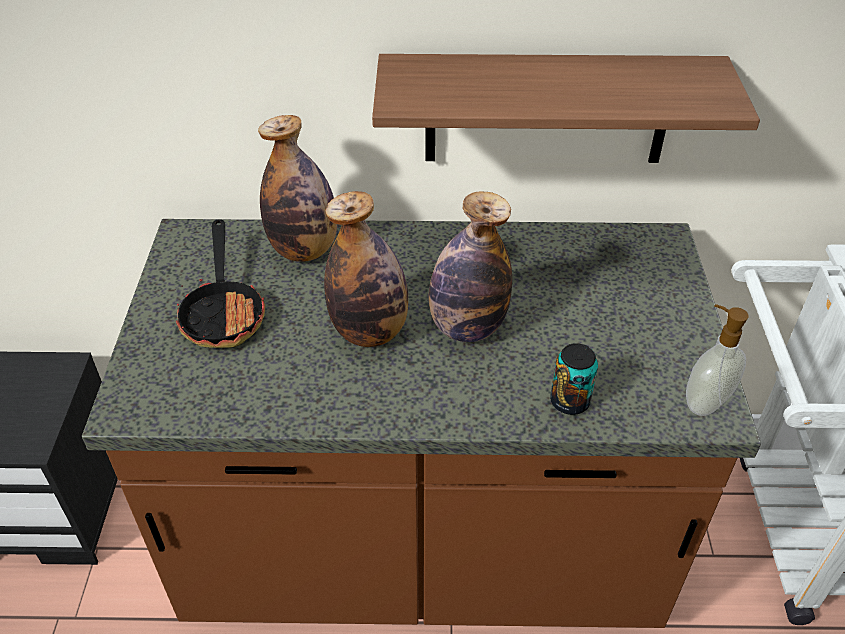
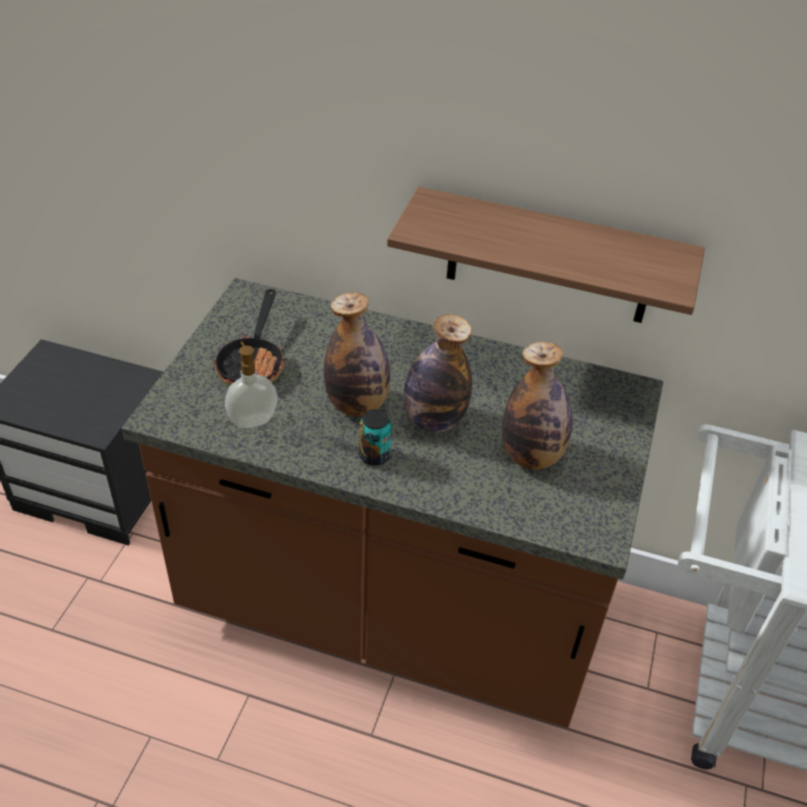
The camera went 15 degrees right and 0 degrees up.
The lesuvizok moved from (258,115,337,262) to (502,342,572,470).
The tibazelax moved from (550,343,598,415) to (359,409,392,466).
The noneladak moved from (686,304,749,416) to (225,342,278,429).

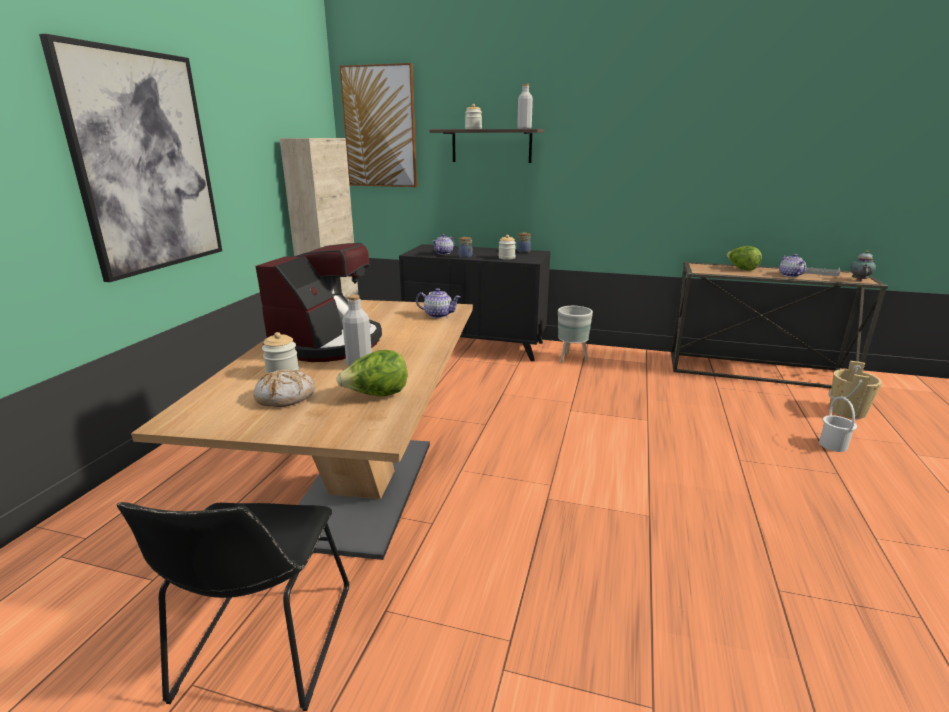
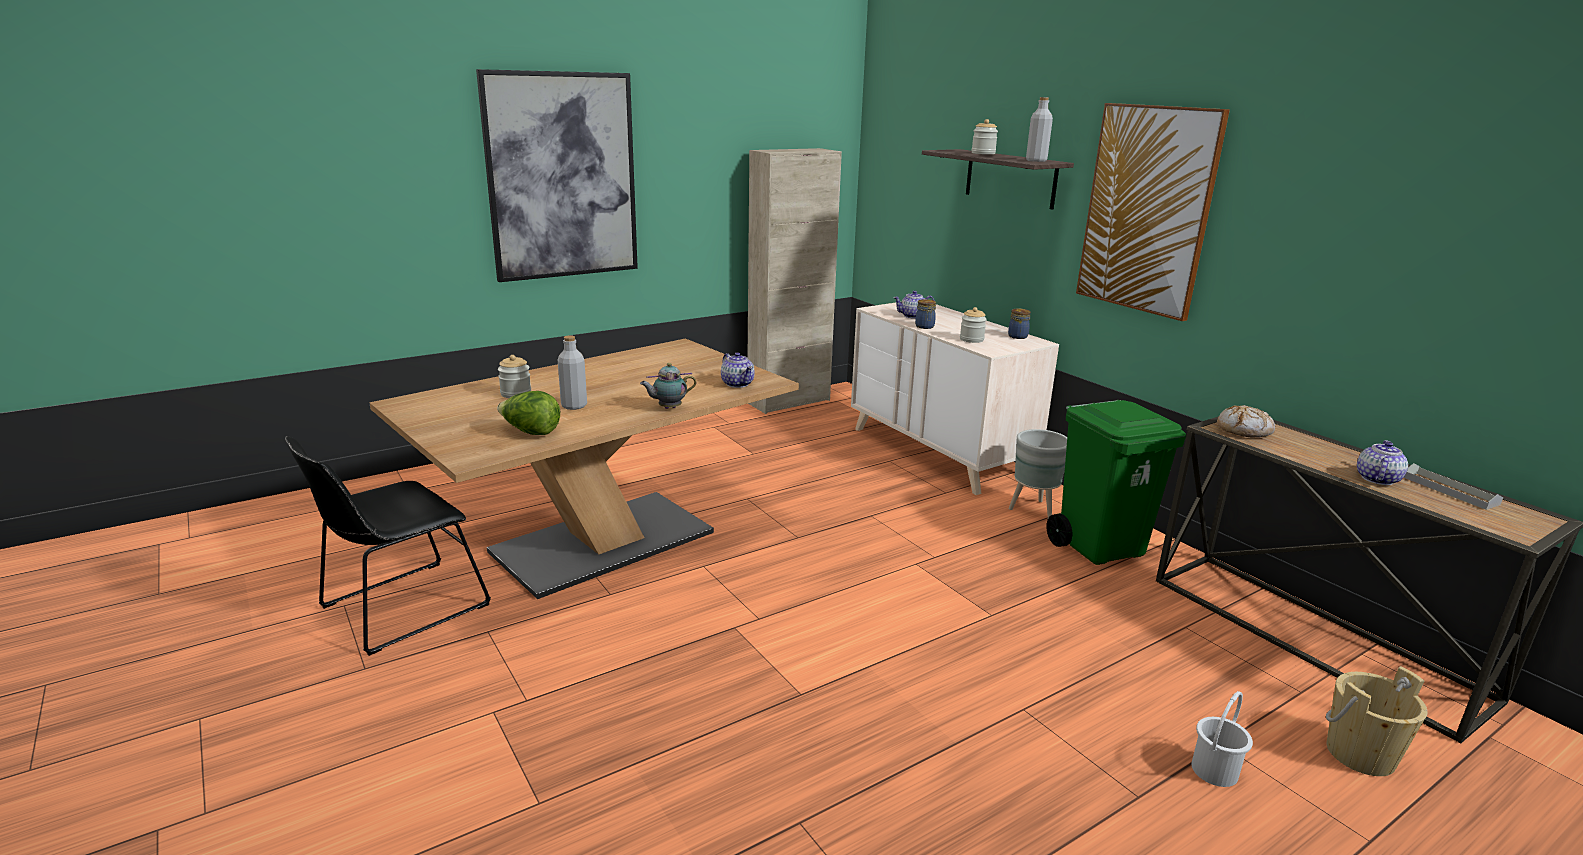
The camera went 40 degrees right and 0 degrees up.
The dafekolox at (256,243,382,362) disappeared.
The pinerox at (727,246,762,270) disappeared.
The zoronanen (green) at (1046,400,1186,565) appeared.
The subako moved from (253,369,315,407) to (1217,405,1275,438).
The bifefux moved from (339,63,417,187) to (1076,103,1230,321).
The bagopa moved from (850,251,876,281) to (640,363,696,409).
The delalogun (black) at (399,244,550,361) became the delalogun (beige) at (851,303,1059,495).

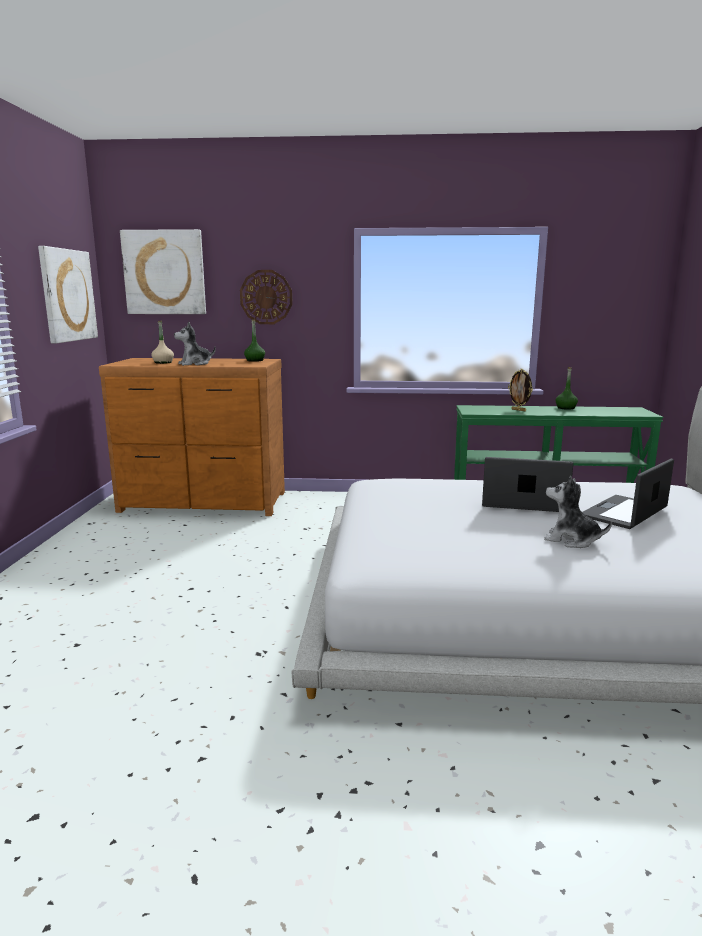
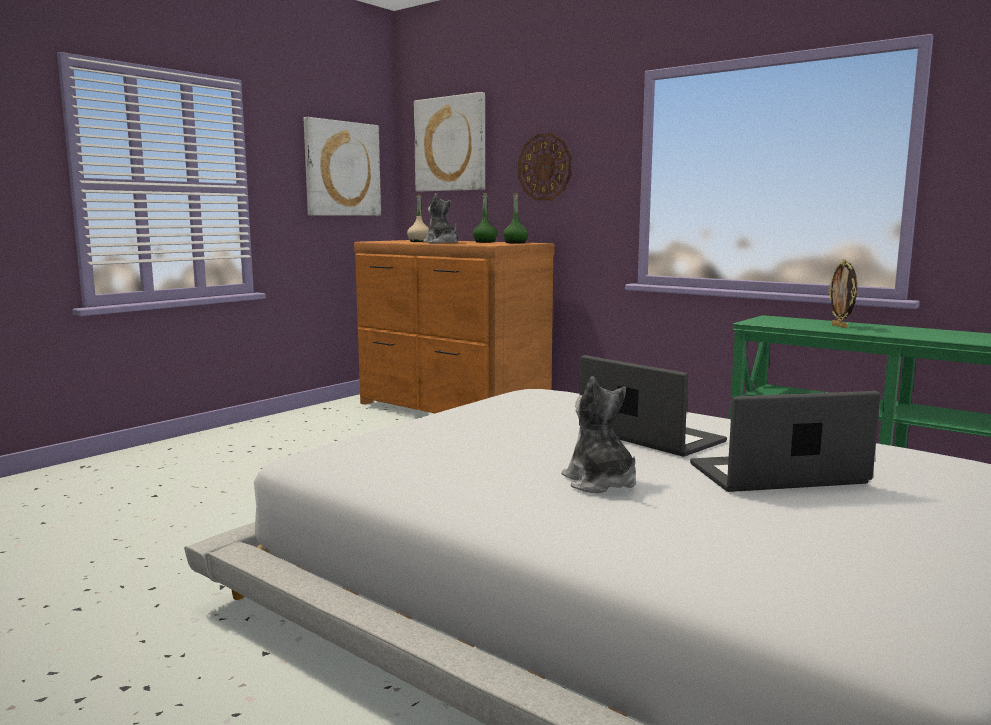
The camera went 35 degrees right and 5 degrees down.
The lesuvizok (green) moved from (555,367,578,410) to (473,194,497,243).
The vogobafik at (174,321,216,366) turned 45 degrees clockwise.

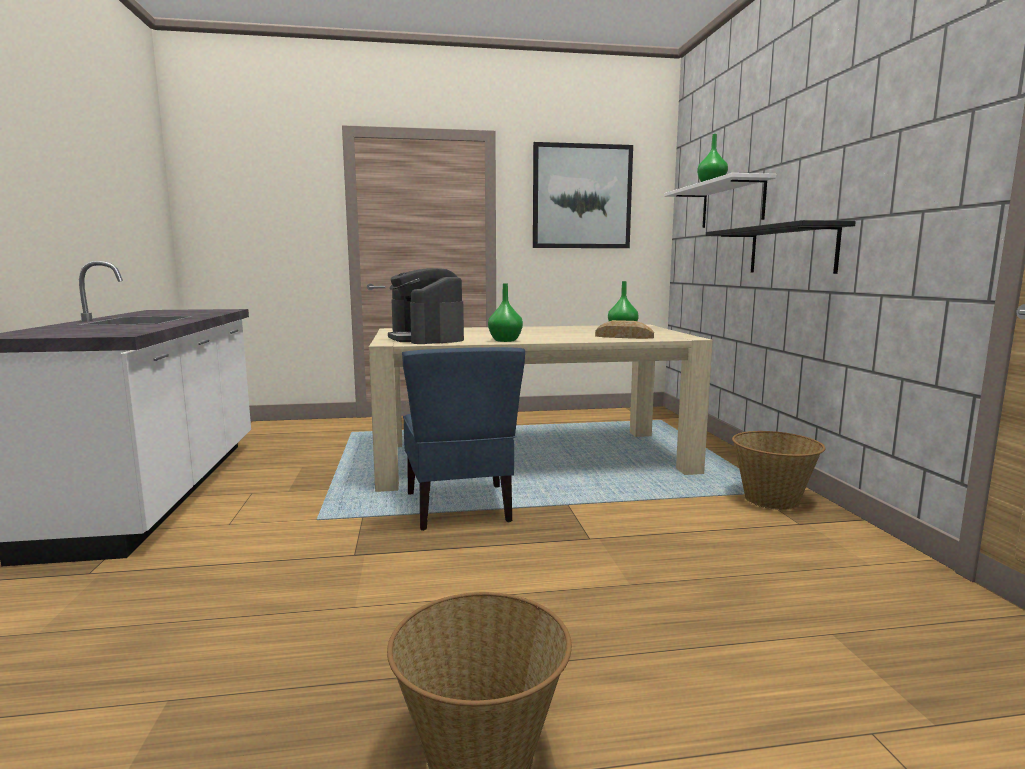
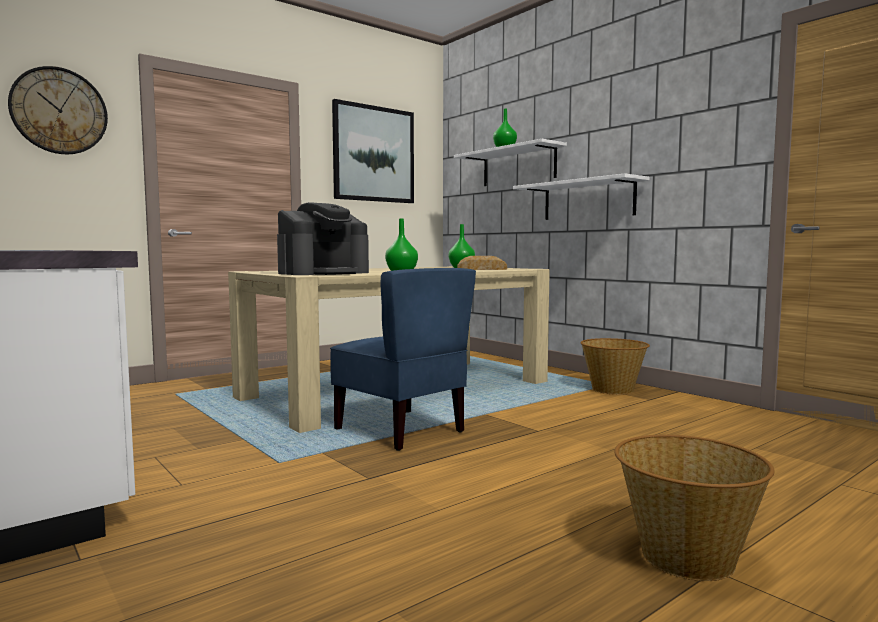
The camera went 30 degrees left and 5 degrees down.
The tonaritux at (8,66,108,154) appeared.
The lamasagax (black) at (706,220,856,274) became the lamasagax (white) at (513,173,649,220).
The dafekolox at (388,268,464,344) turned 75 degrees counterclockwise.

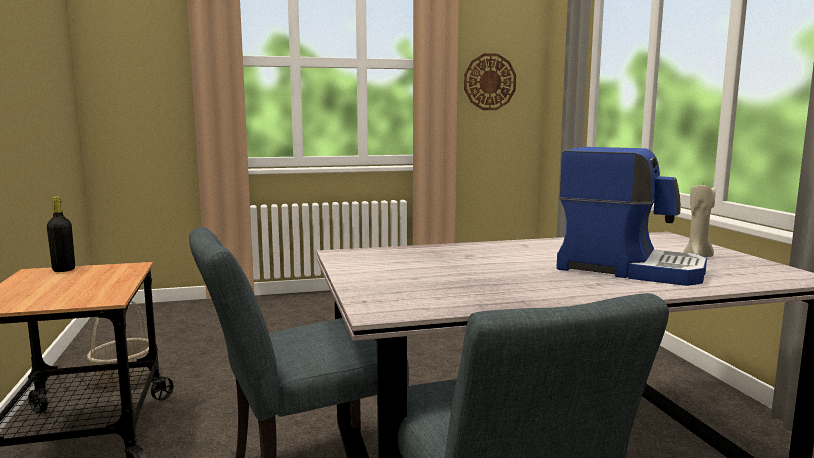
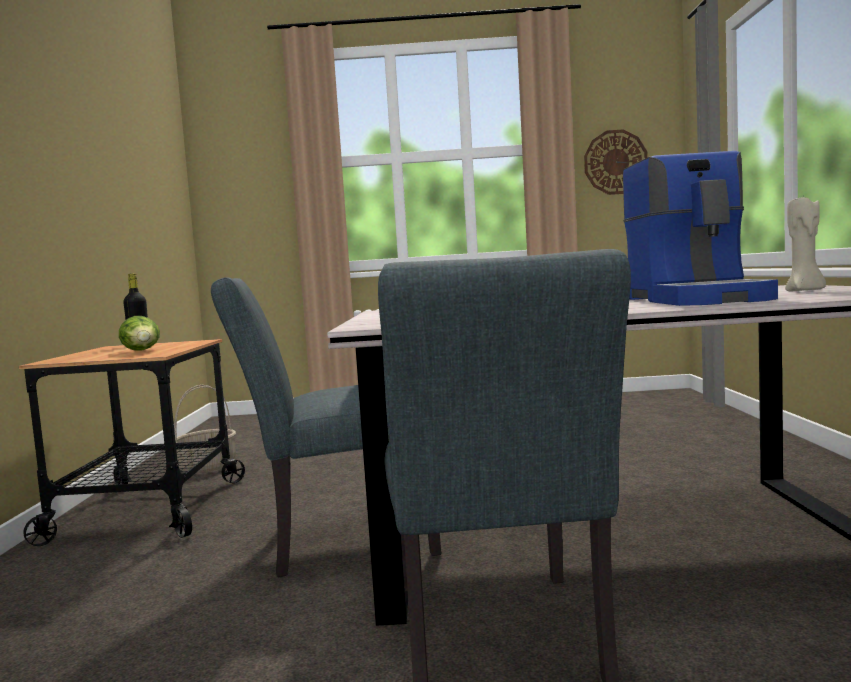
The camera went 15 degrees right and 5 degrees down.
The pinerox at (119,316,160,351) appeared.
The dafekolox at (557,147,707,286) turned 45 degrees clockwise.

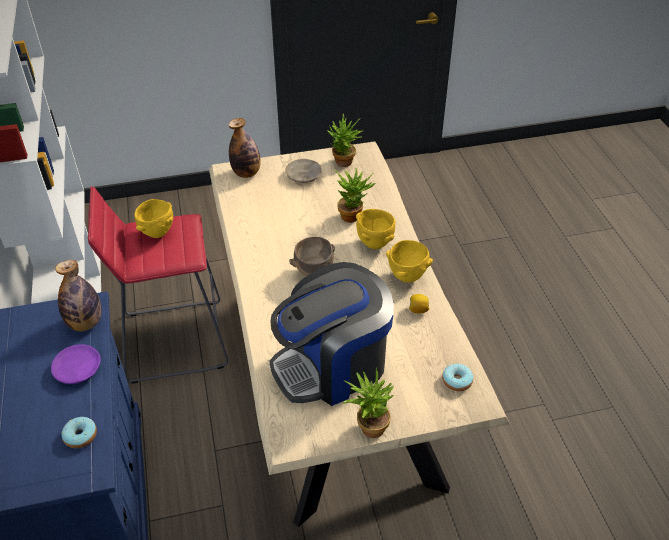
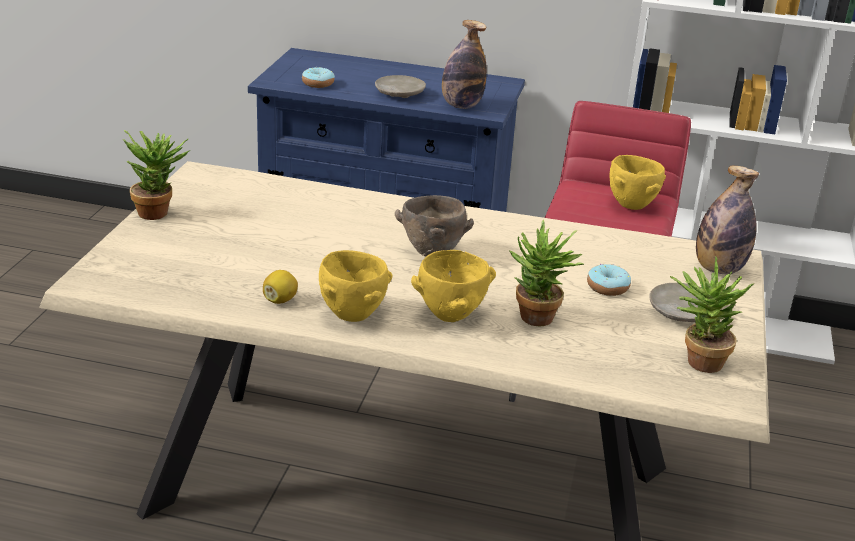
The camera went 115 degrees right and 15 degrees down.
The dafekolox at (270,262,394,406) disappeared.
The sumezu moved from (442,364,473,391) to (587,264,631,296).
The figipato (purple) at (51,344,100,384) became the figipato (beige) at (375,75,426,98).

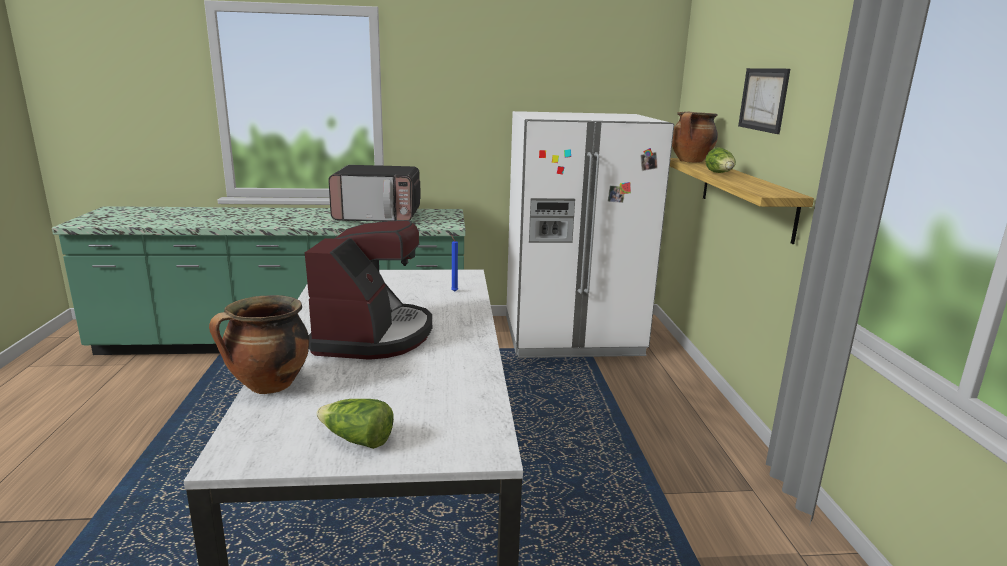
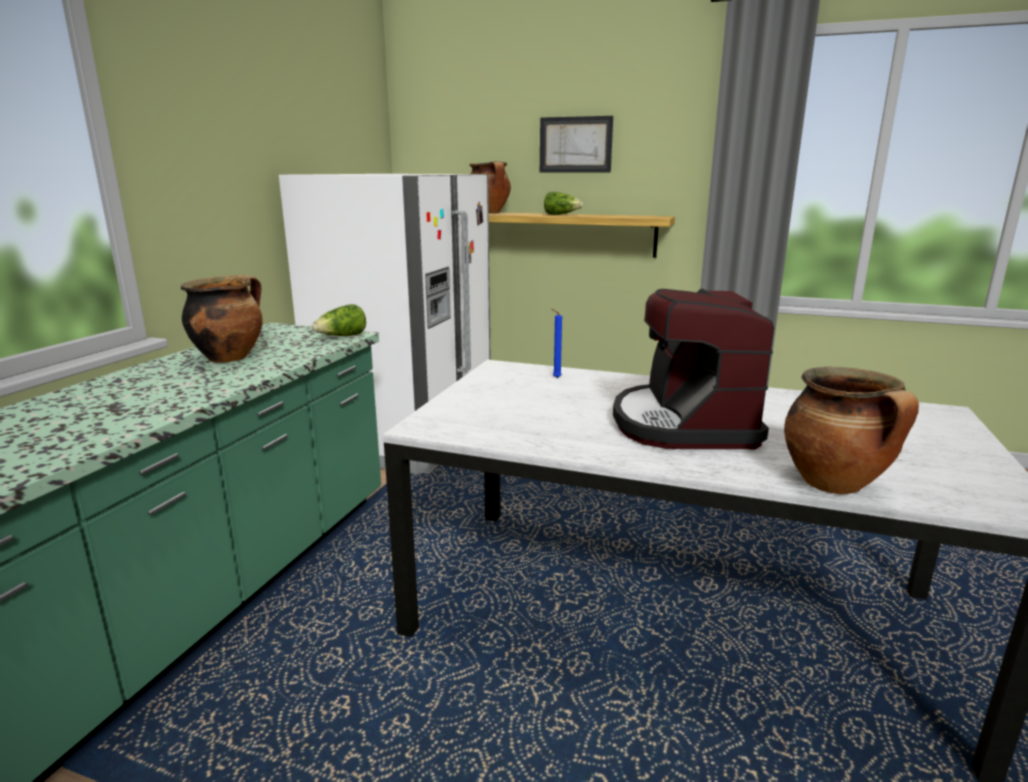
The camera went 65 degrees left and 0 degrees up.
The pinerox moved from (317,399,394,449) to (312,304,366,336).
The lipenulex at (328,165,421,222) was replaced by the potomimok at (181,275,263,363).
The dafekolox at (305,220,432,360) turned 120 degrees counterclockwise.

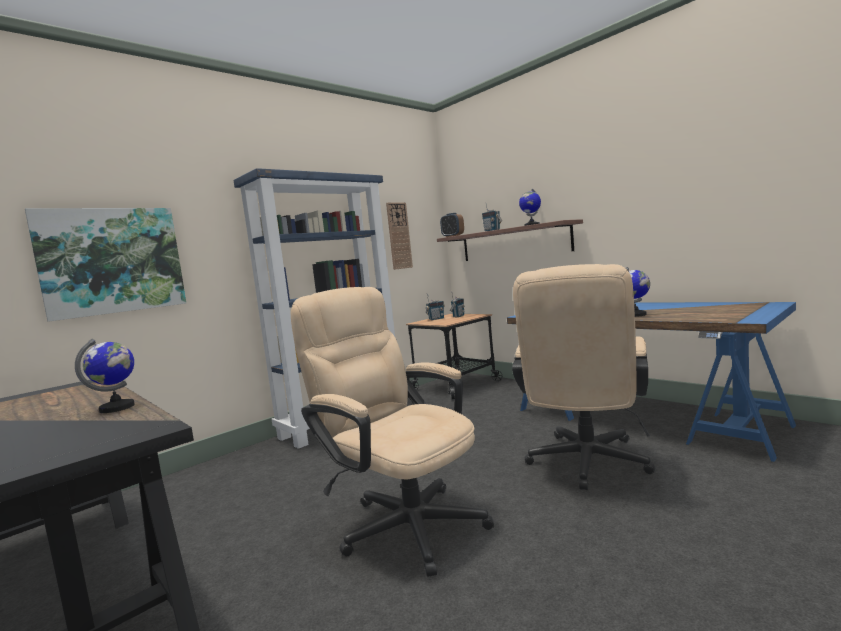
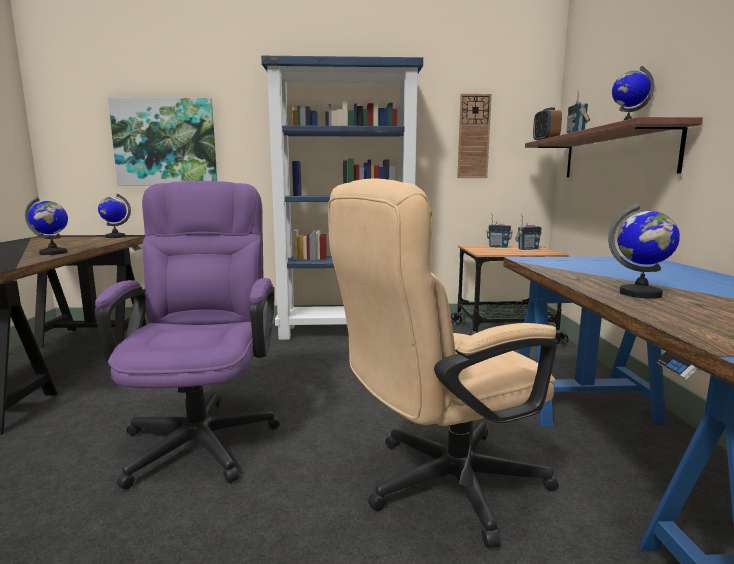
The camera went 40 degrees right and 5 degrees up.
The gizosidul at (98,193,131,238) appeared.
The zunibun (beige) at (291,287,494,577) became the zunibun (purple) at (95,181,280,490).

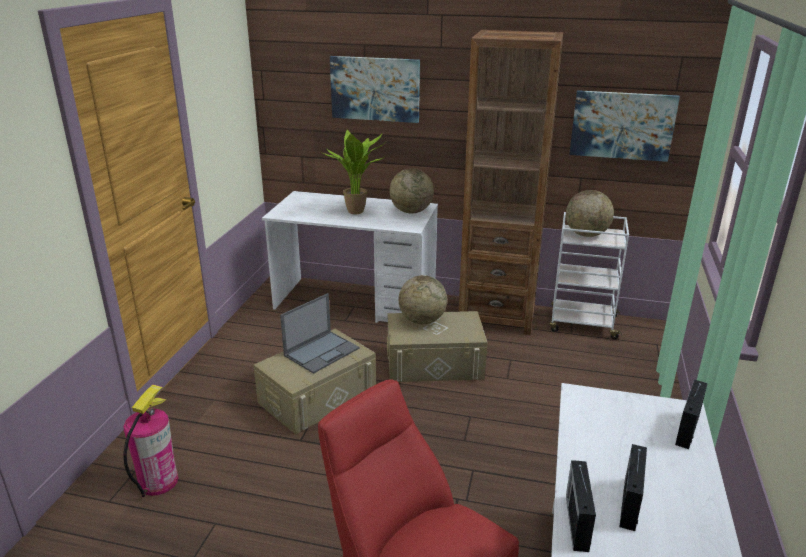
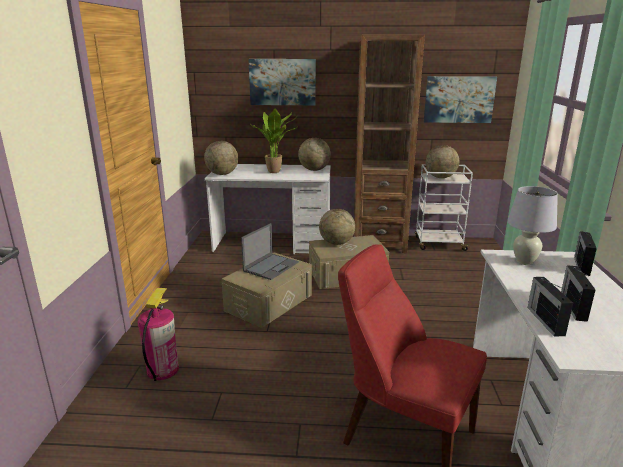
The camera went 10 degrees left and 5 degrees down.
The gizosidul at (204,141,238,175) appeared.
The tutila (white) at (507,186,558,265) appeared.

